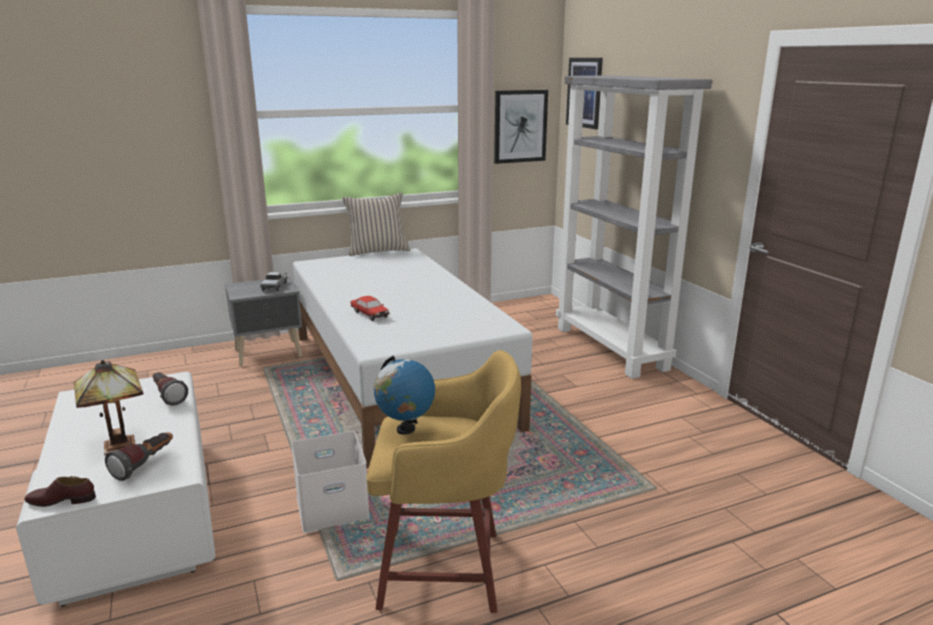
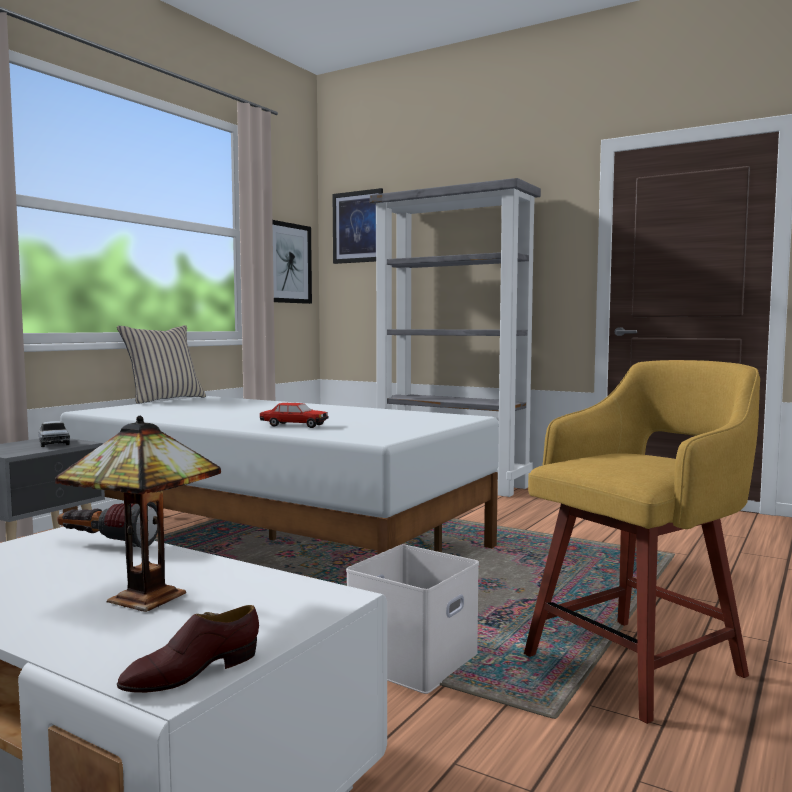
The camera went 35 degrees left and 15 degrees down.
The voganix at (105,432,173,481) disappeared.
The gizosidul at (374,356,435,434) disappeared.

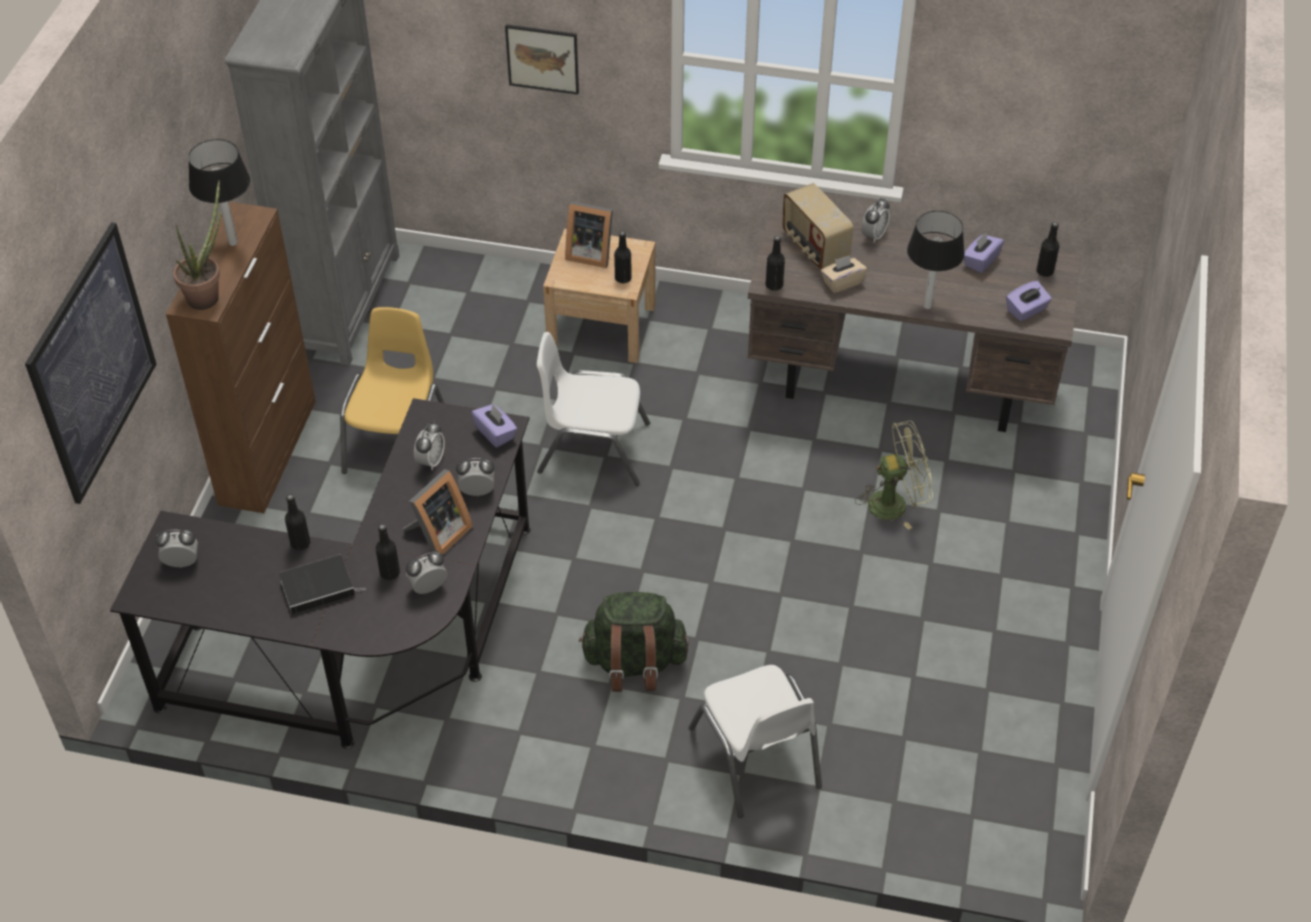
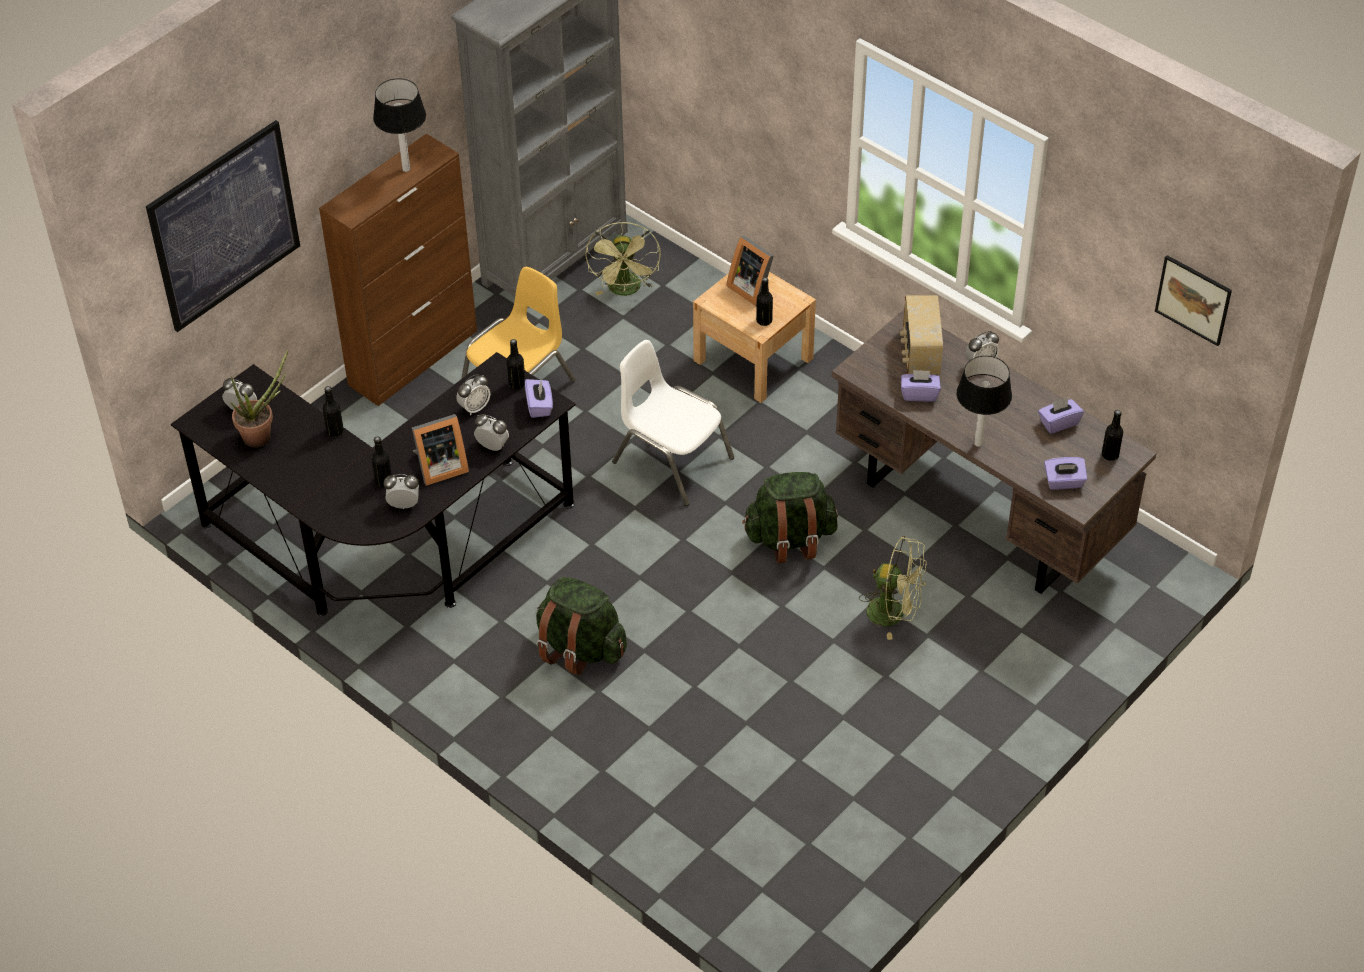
The camera went 30 degrees right and 0 degrees up.
The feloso at (279,555,366,614) disappeared.
The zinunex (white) at (689,665,822,818) disappeared.
The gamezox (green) at (585,222,661,296) appeared.
The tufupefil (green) at (742,472,838,563) appeared.
The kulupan moved from (173,180,221,310) to (230,349,288,448).
The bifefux moved from (505,24,579,95) to (1155,255,1232,346).
The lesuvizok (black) moved from (766,236,785,291) to (507,339,525,389).
The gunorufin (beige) at (821,255,867,293) became the gunorufin (purple) at (901,370,941,401).

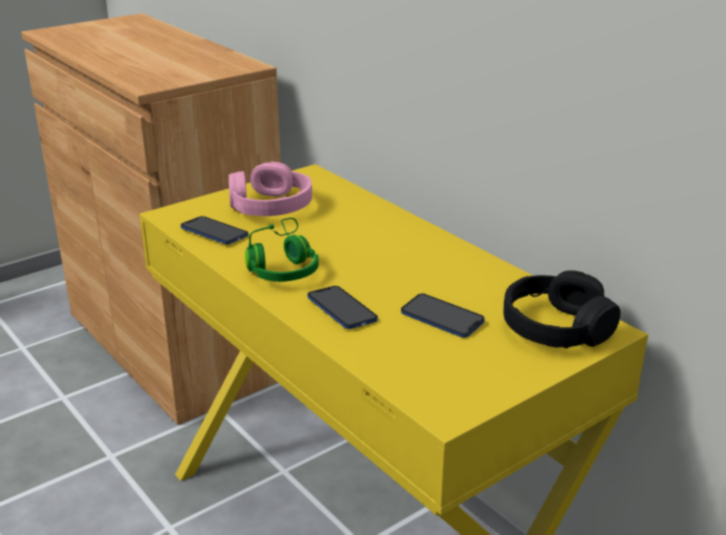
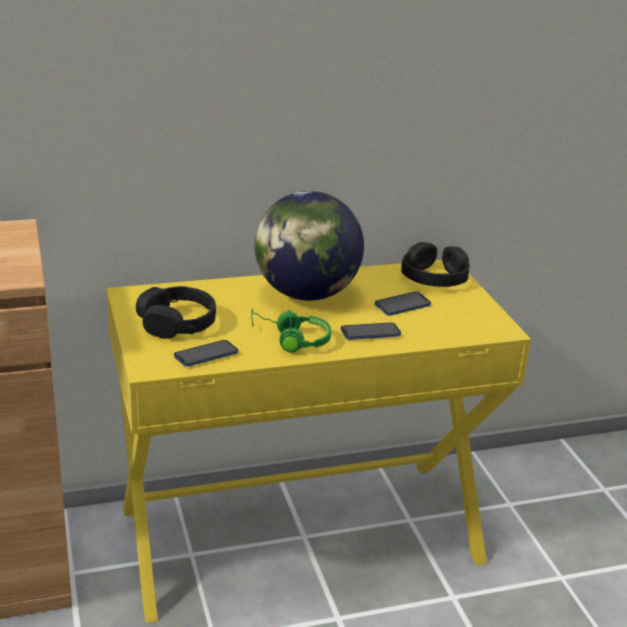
The camera went 70 degrees left and 0 degrees up.
The gizosidul at (255,191,364,301) appeared.
The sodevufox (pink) at (229,162,312,216) became the sodevufox (black) at (136,286,216,339).

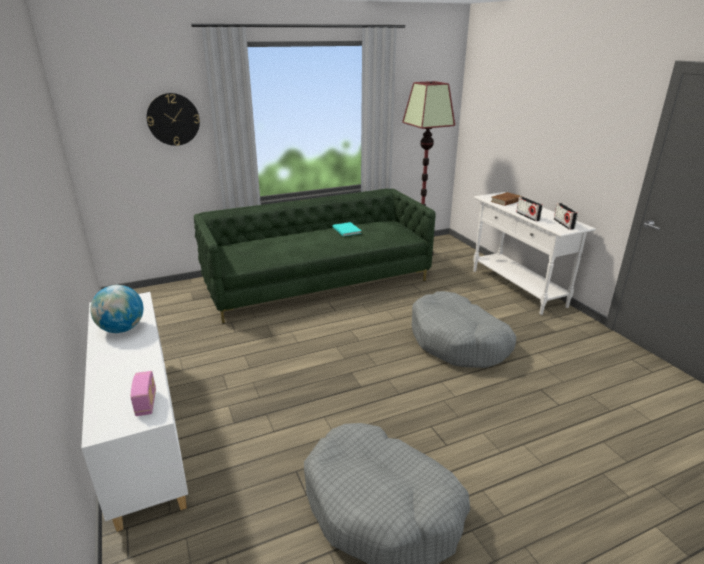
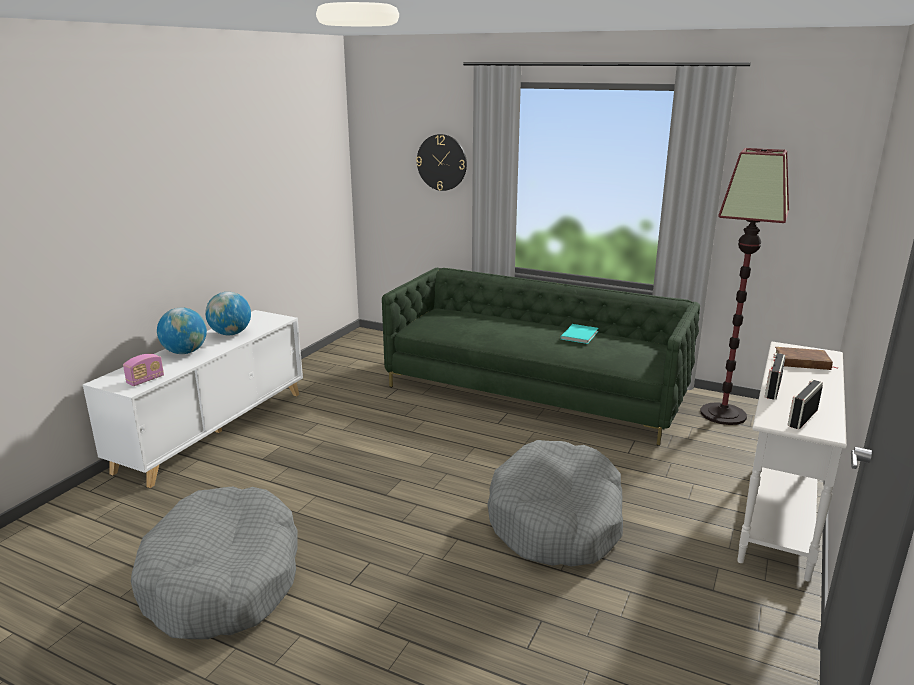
The camera went 50 degrees right and 5 degrees down.
The gizosidul at (157,307,207,354) appeared.

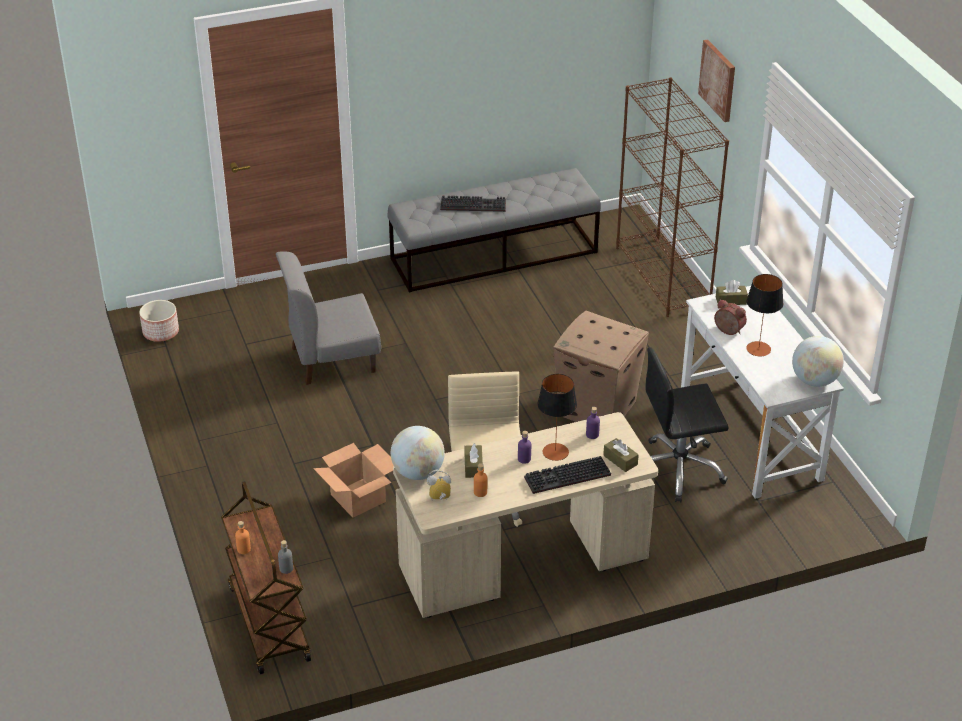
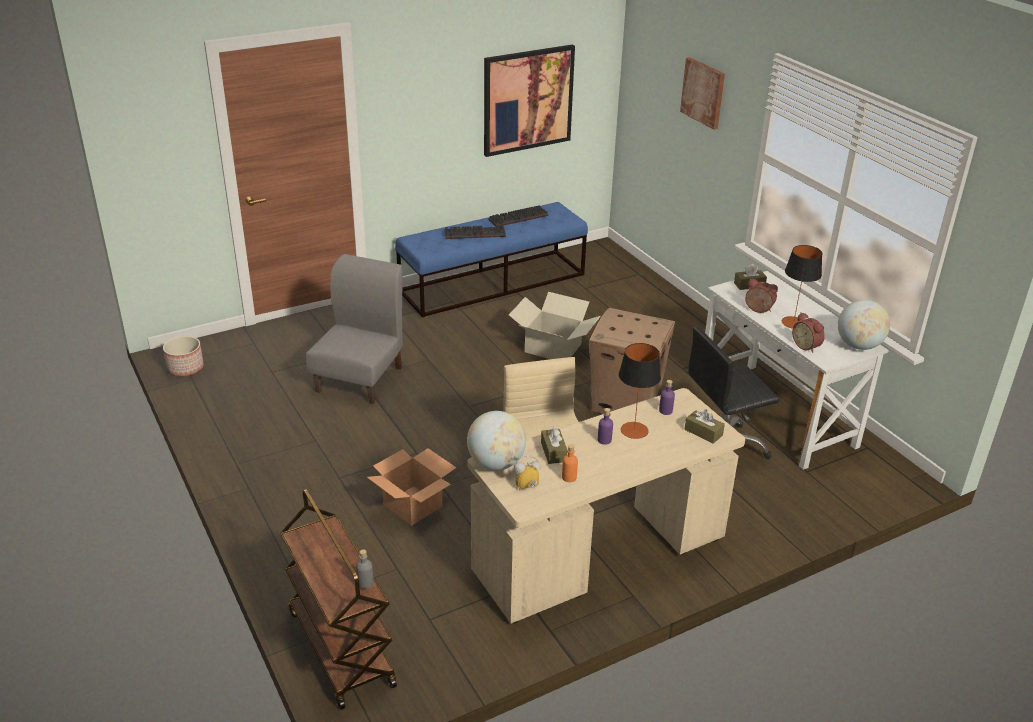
The camera went 10 degrees left and 5 degrees down.
The lesuvizok (orange) at (235,521,251,554) disappeared.
The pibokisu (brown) at (616,78,729,317) disappeared.
The bifefux at (484,44,575,157) appeared.
The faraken at (509,292,601,359) appeared.
The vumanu at (792,312,825,353) appeared.
The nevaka moved from (524,456,611,494) to (489,205,548,226).
The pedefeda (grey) at (388,168,601,292) became the pedefeda (blue) at (395,202,588,317).
The zinunex (grey) at (276,251,381,385) turned 135 degrees clockwise.

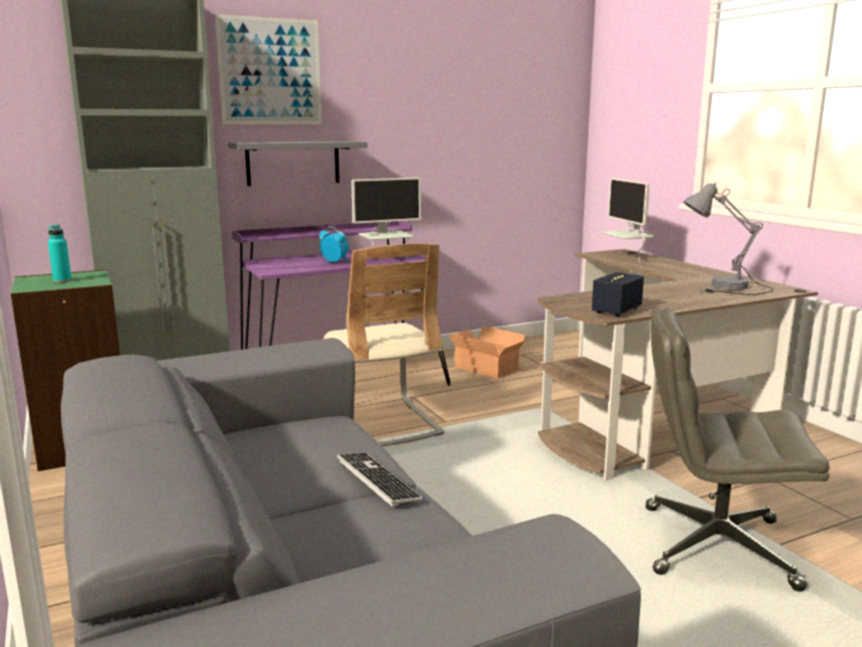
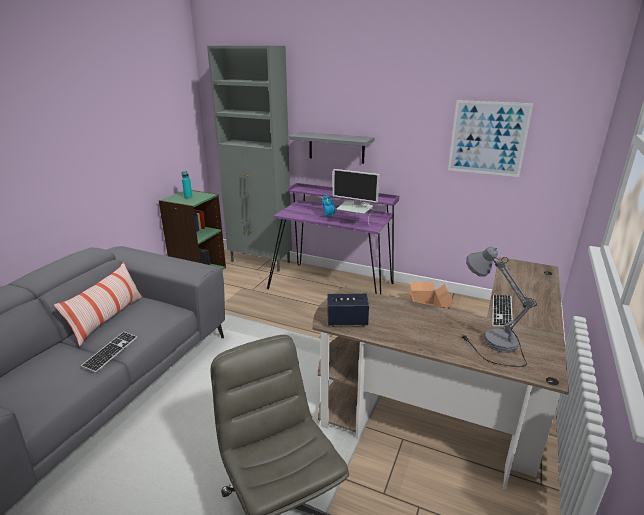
The camera went 50 degrees right and 10 degrees up.
The zinunex (beige) at (323,244,445,446) disappeared.
The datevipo at (601,178,654,261) disappeared.
The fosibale at (54,262,143,346) appeared.
The nevaka at (492,295,513,327) appeared.
The bifefux moved from (215,14,322,125) to (448,100,533,177).

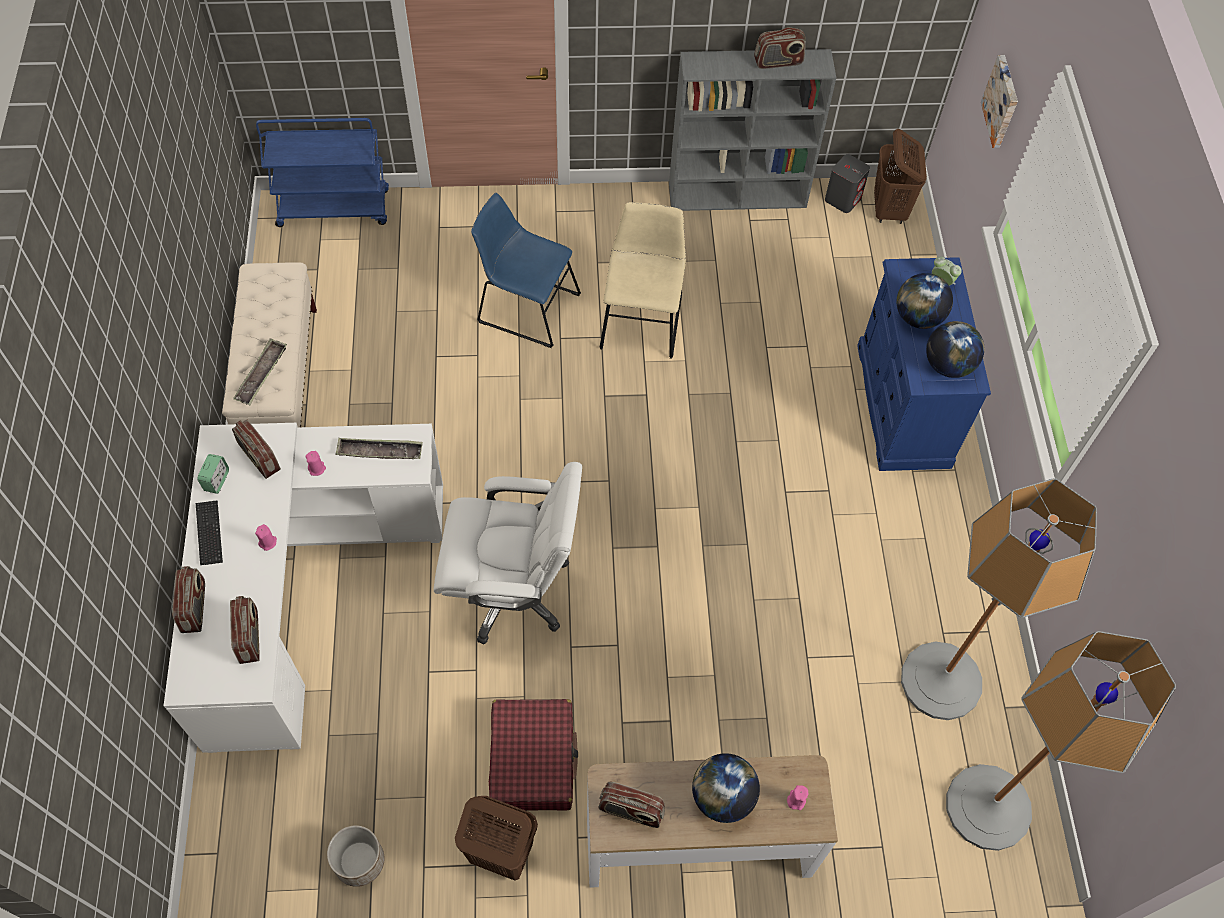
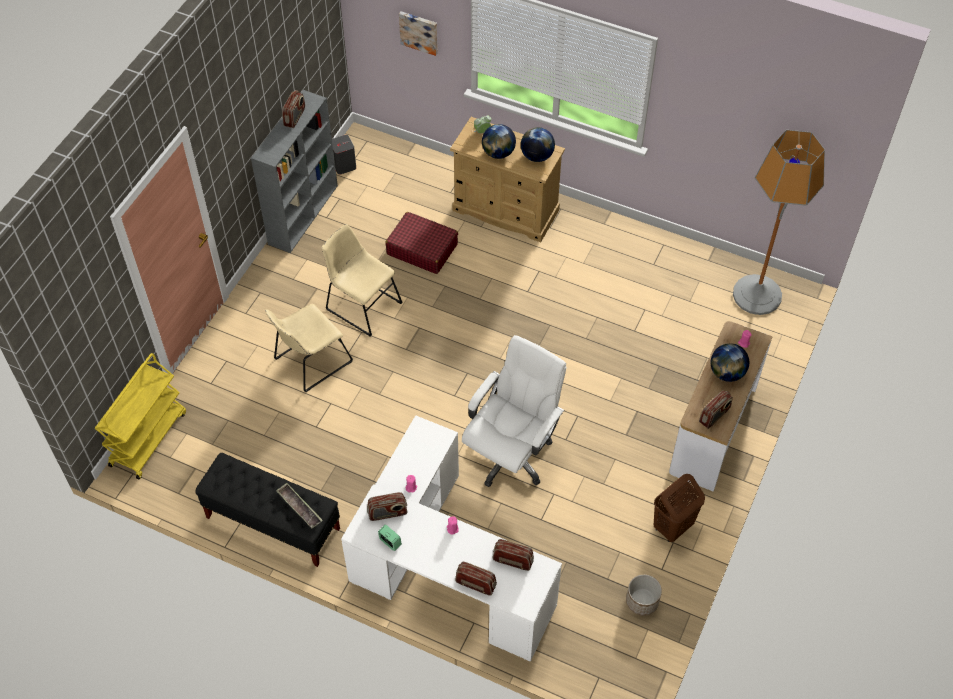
The camera went 60 degrees left and 5 degrees down.
The nevaka at (196,500,223,565) disappeared.
The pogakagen at (335,438,423,459) disappeared.
The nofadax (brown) at (874,129,927,224) disappeared.
The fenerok at (901,478,1097,720) disappeared.
The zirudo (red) moved from (489,699,578,810) to (385,212,458,274).
The pedefeda (beige) at (222,262,317,428) became the pedefeda (black) at (195,453,340,567).
The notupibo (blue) at (256,118,389,227) became the notupibo (yellow) at (95,353,186,479).
The zinunex (blue) at (471,193,581,348) became the zinunex (beige) at (265,304,353,392).
The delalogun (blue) at (857,257,991,471) became the delalogun (beige) at (450,117,565,242).

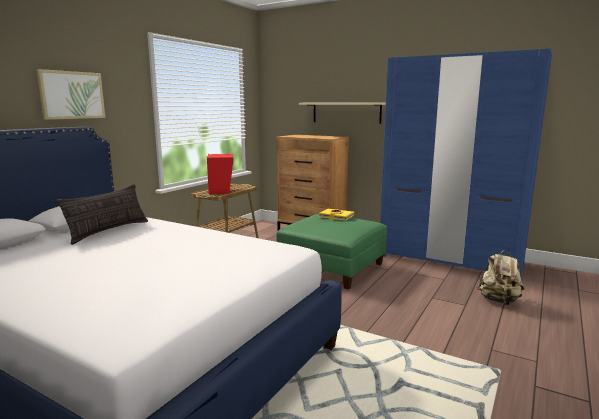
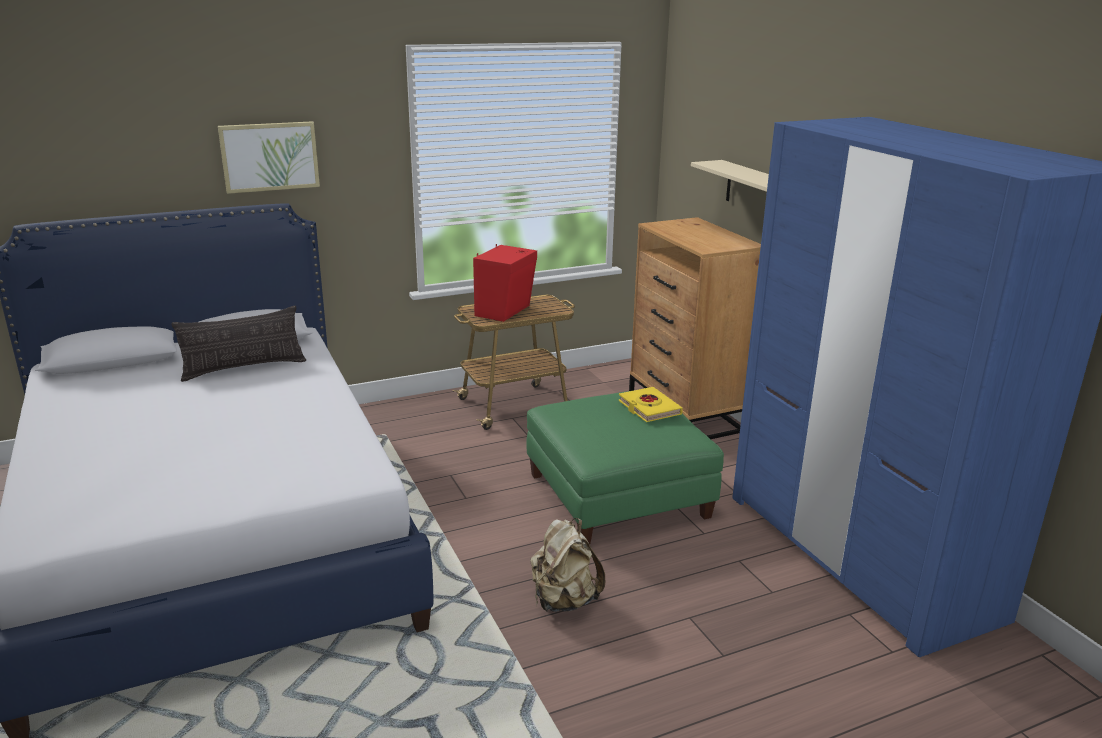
The camera went 35 degrees right and 10 degrees up.
The tufupefil (beige) moved from (477,249,524,305) to (530,518,605,612).

